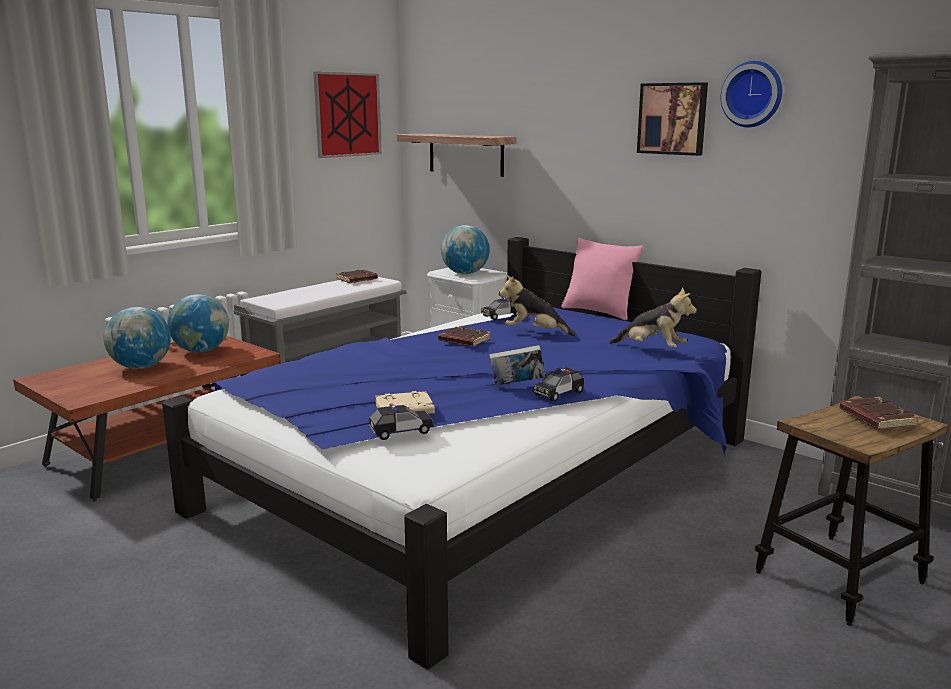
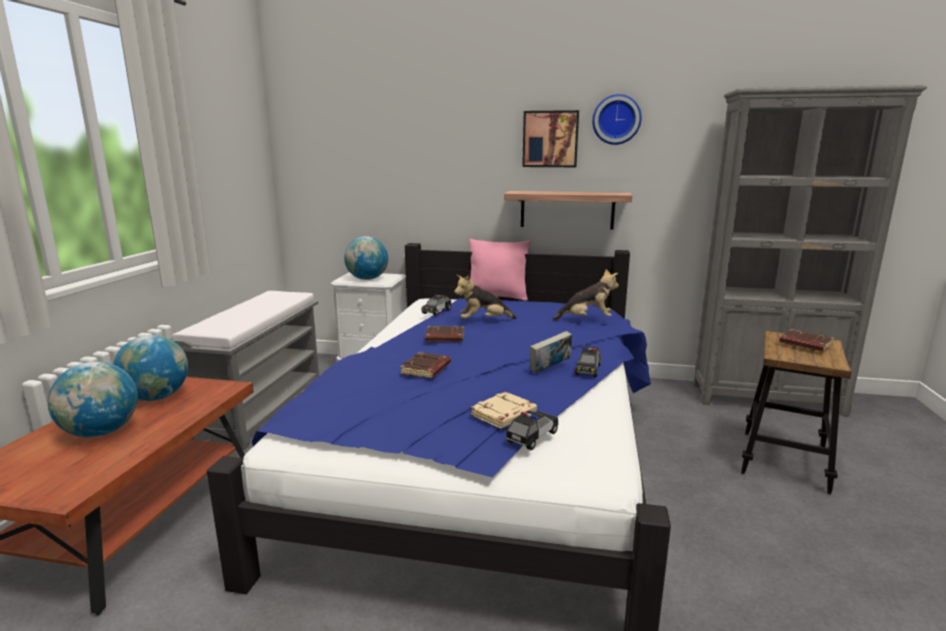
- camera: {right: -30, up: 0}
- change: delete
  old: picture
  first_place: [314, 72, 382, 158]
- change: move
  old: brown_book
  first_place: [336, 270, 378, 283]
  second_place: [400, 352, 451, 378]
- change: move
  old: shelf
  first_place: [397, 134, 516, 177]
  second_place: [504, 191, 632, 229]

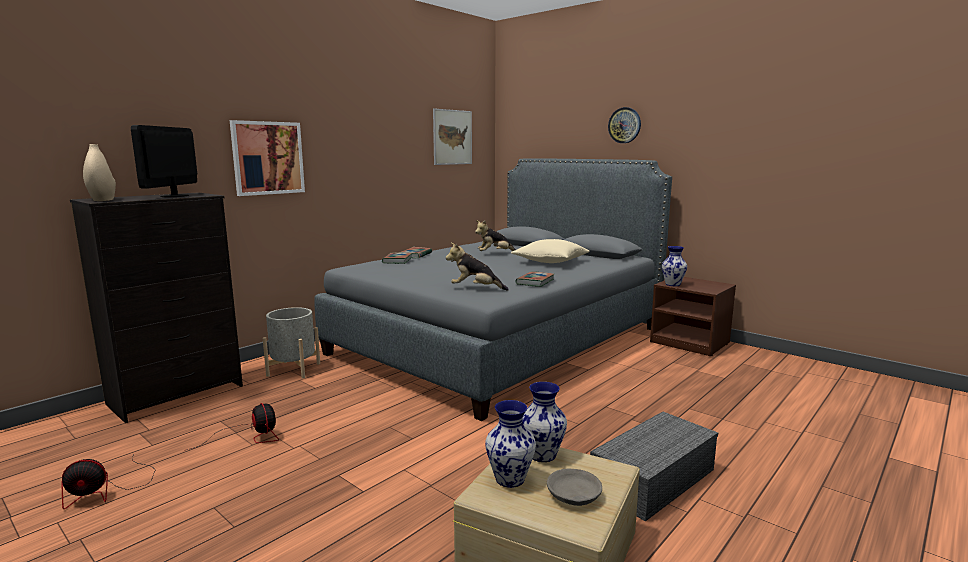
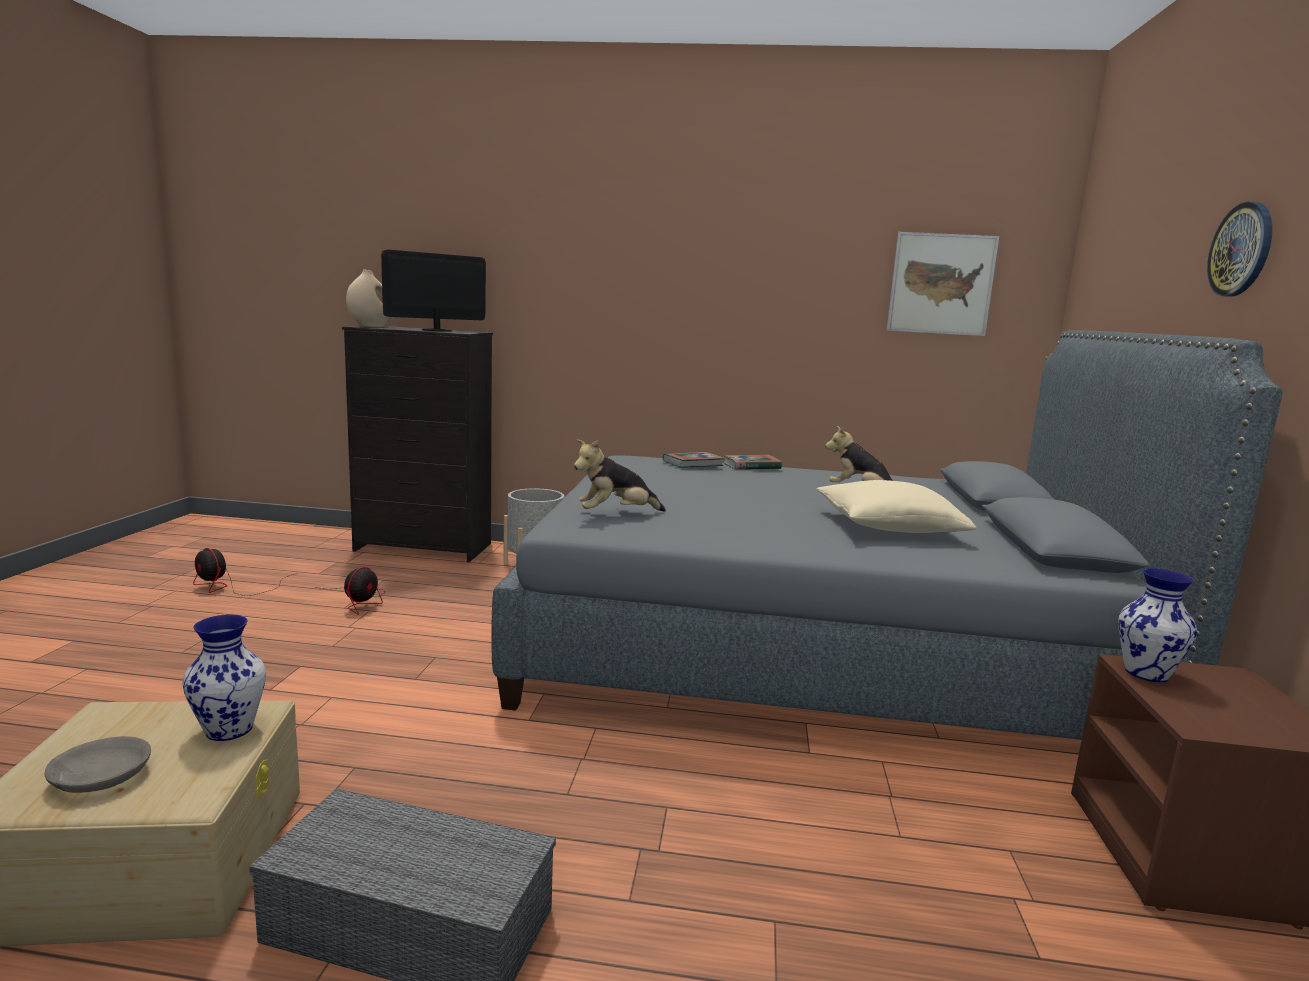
- camera: {right: 55, up: 0}
- change: delete
  old: picture
  first_place: [230, 120, 305, 196]
- change: rotate
  old: plush_toy
  first_place: [446, 243, 509, 291]
  second_place: [574, 439, 666, 512]
  degrees: -90
- change: delete
  old: vase
  first_place: [485, 400, 536, 488]
- change: delete
  old: book
  first_place: [515, 271, 554, 287]

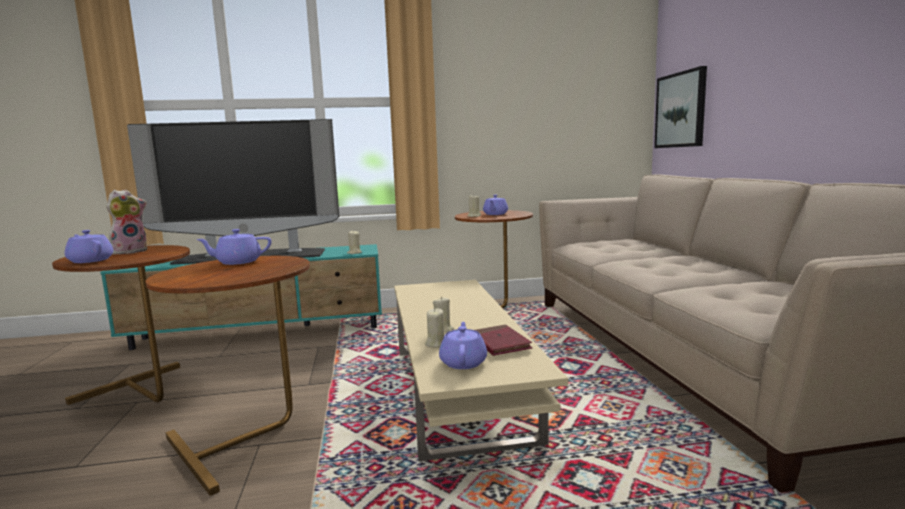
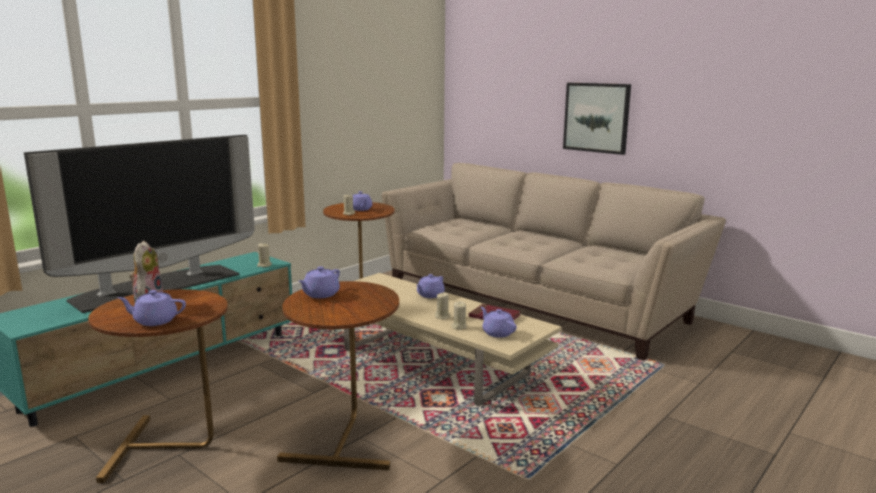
- camera: {right: -40, up: 5}
- change: move
  old: picture
  first_place: [654, 66, 707, 148]
  second_place: [563, 83, 631, 155]
- change: insert
  new: purple_teapot
  second_place: [417, 274, 445, 298]

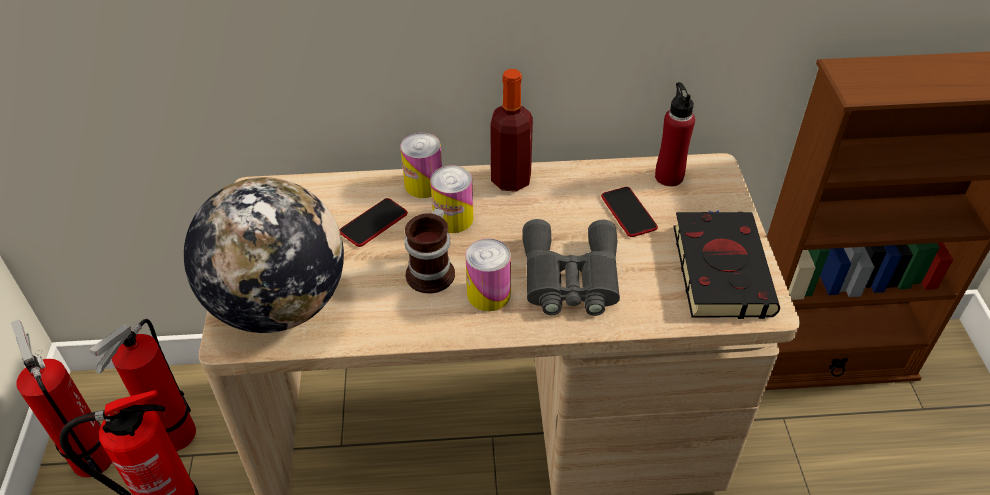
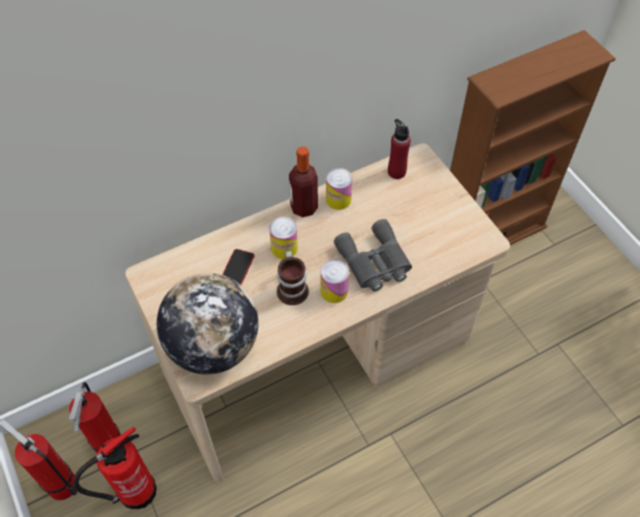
- camera: {right: -25, up: 10}
- change: move
  old: can
  first_place: [400, 133, 442, 198]
  second_place: [326, 168, 352, 210]
- change: delete
  old: phone
  first_place: [601, 187, 658, 237]
- change: delete
  old: black_book
  first_place: [673, 210, 780, 319]

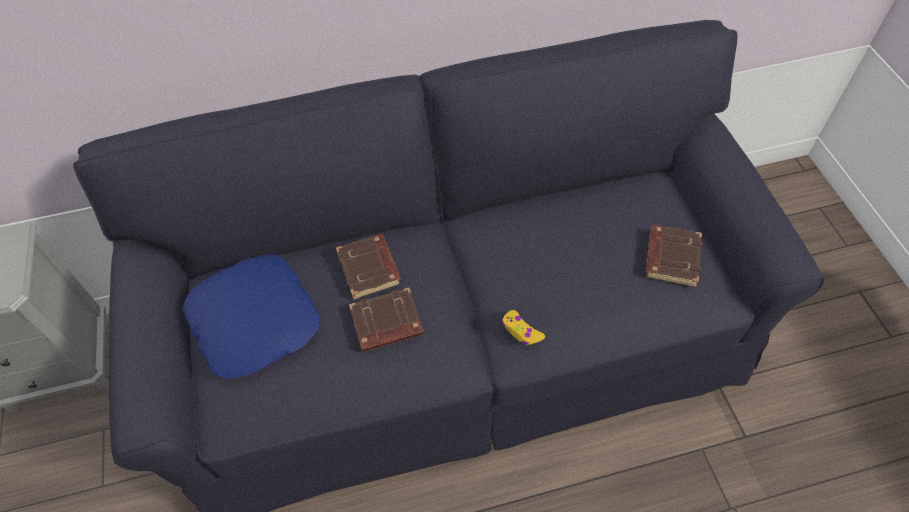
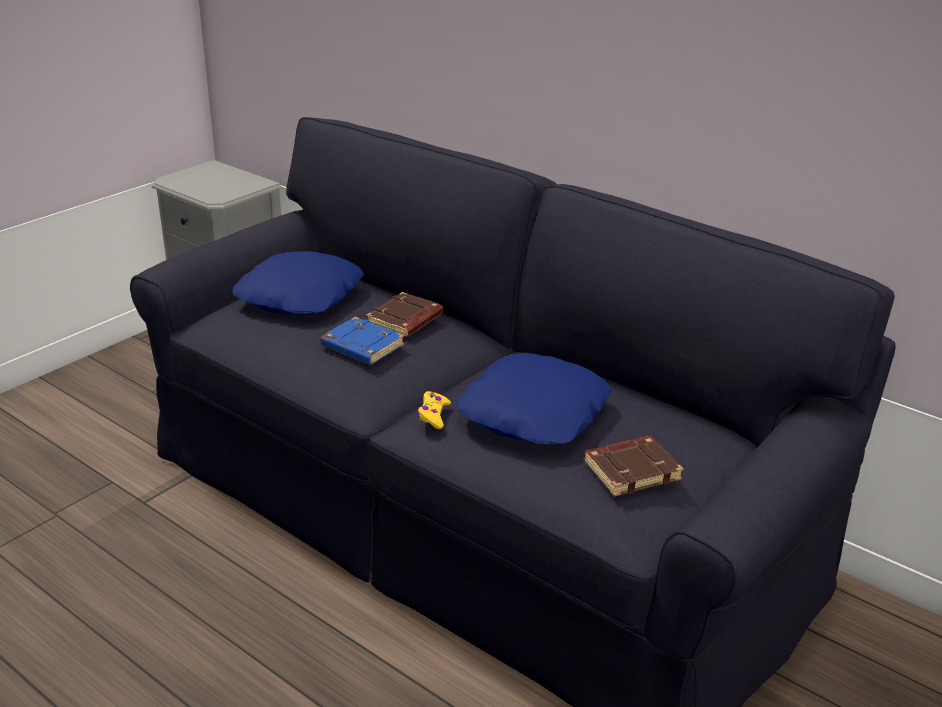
- camera: {right: 50, up: -25}
- change: recolor
  old: brown_book
  new: blue_book
  first_place: [349, 288, 424, 352]
  second_place: [320, 317, 404, 365]
- change: insert
  new: blue_pillow
  second_place: [457, 353, 612, 445]

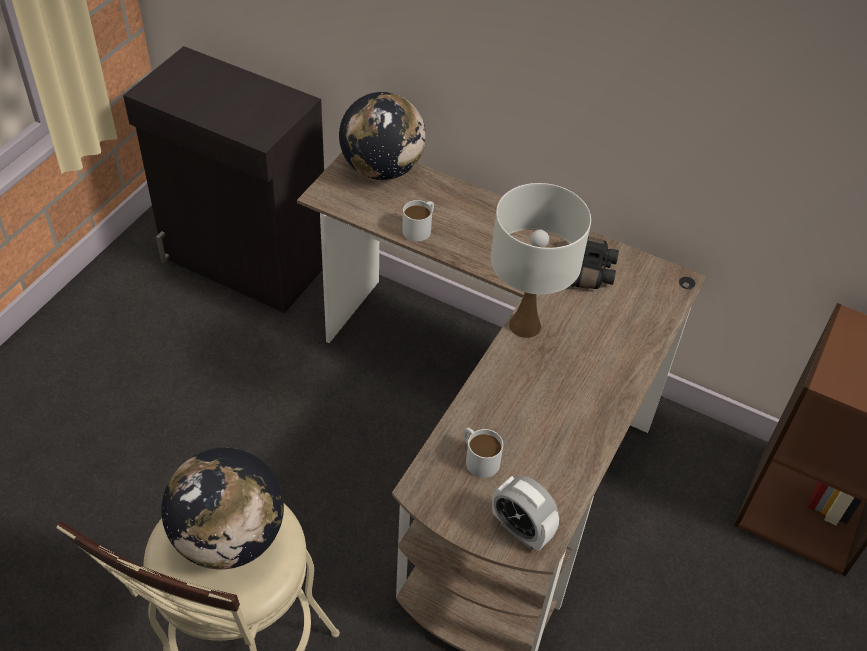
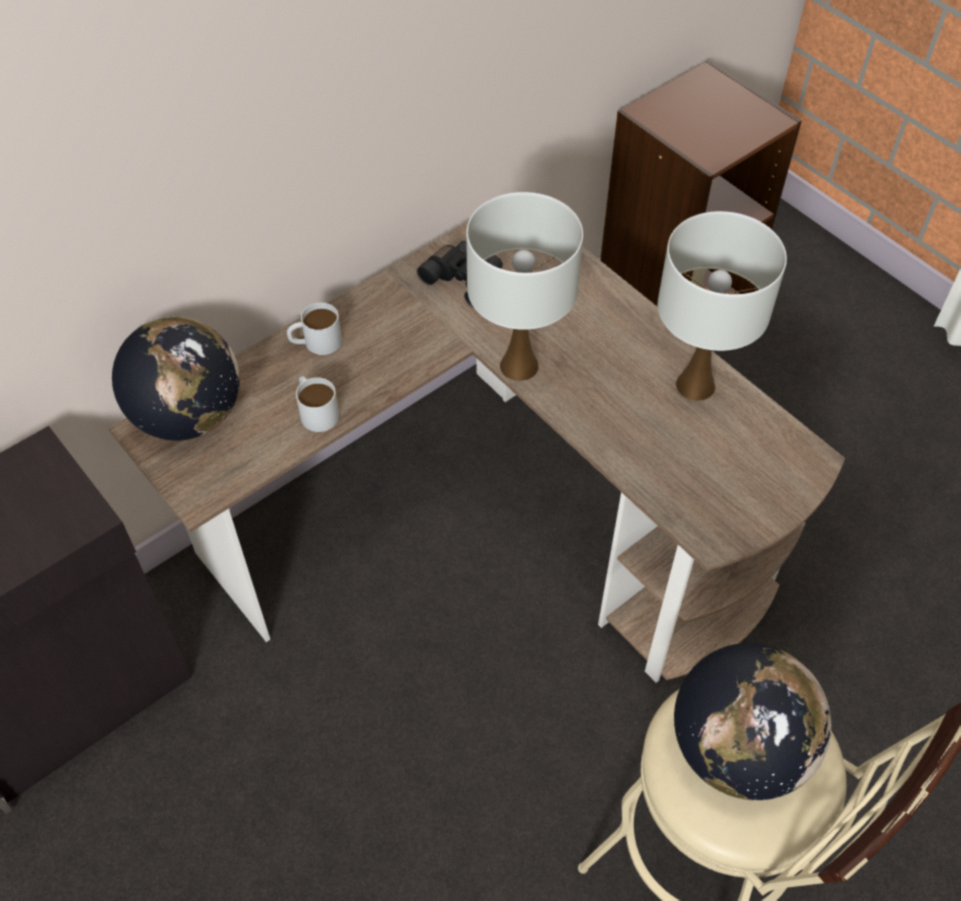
- camera: {right: -65, up: 5}
- change: move
  old: white_mug
  first_place: [463, 427, 503, 478]
  second_place: [287, 303, 342, 355]
- change: delete
  old: alarm_clock
  first_place: [492, 476, 559, 551]
- change: insert
  new: white_table_lamp
  second_place: [658, 211, 787, 401]

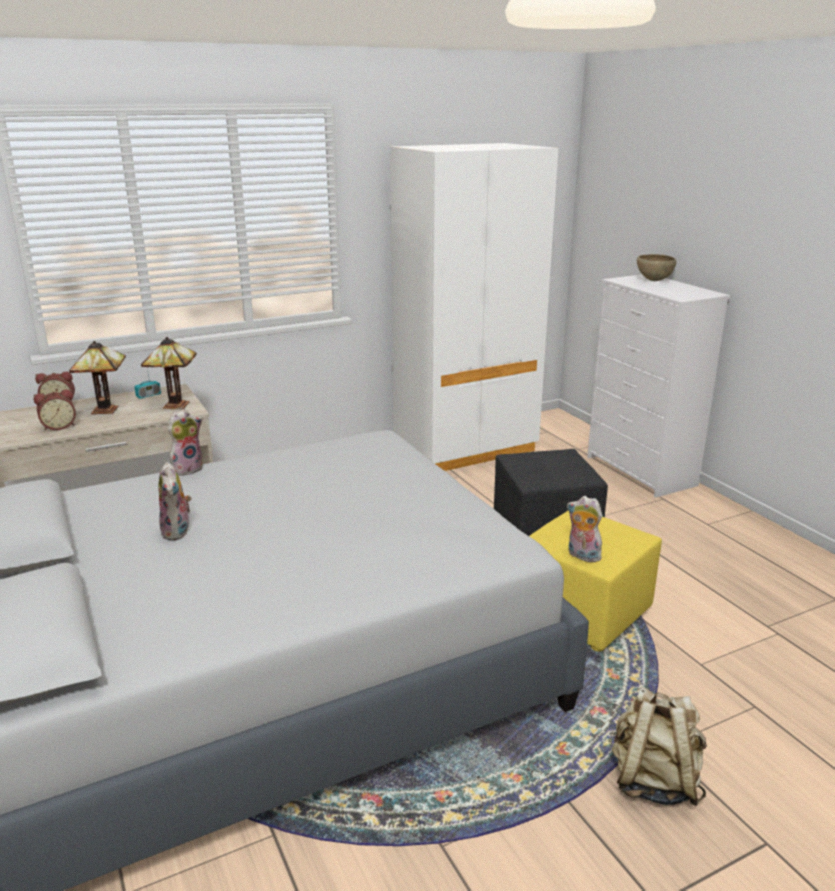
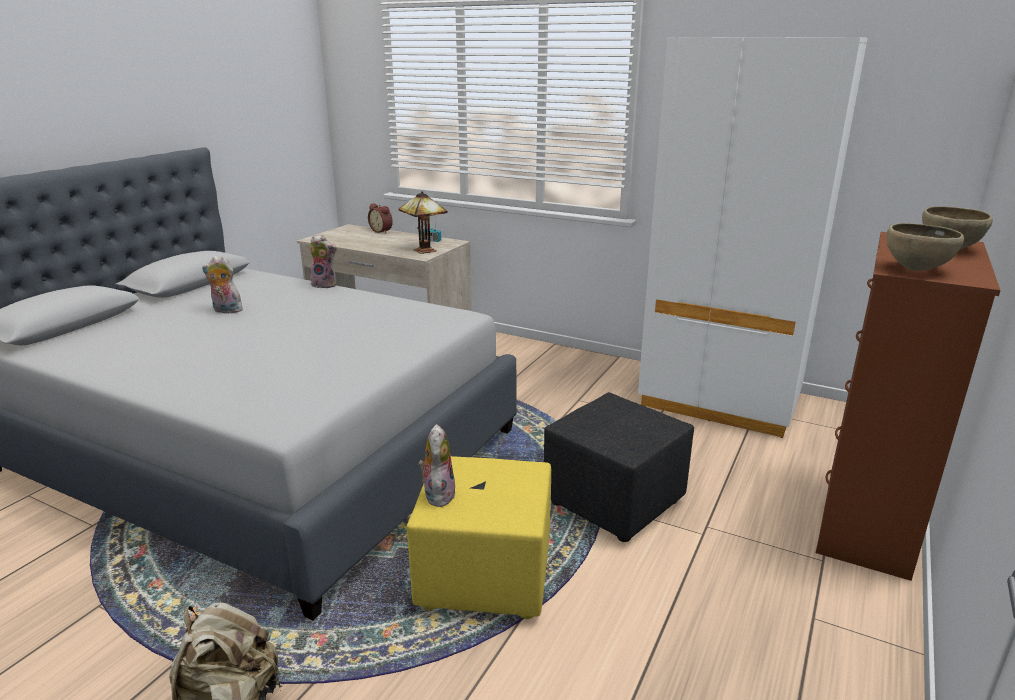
- camera: {right: 55, up: 0}
- change: delete
  old: alarm_clock
  first_place: [34, 389, 76, 431]
- change: delete
  old: table_lamp
  first_place: [69, 341, 126, 414]
- change: rotate
  old: plush_toy
  first_place: [158, 462, 192, 540]
  second_place: [202, 256, 243, 313]
  degrees: 60
- change: recolor
  old: white_dresser
  new: brown_dresser
  first_place: [587, 274, 730, 498]
  second_place: [816, 232, 1001, 581]
- change: insert
  new: brown_bowl
  second_place: [887, 223, 964, 271]

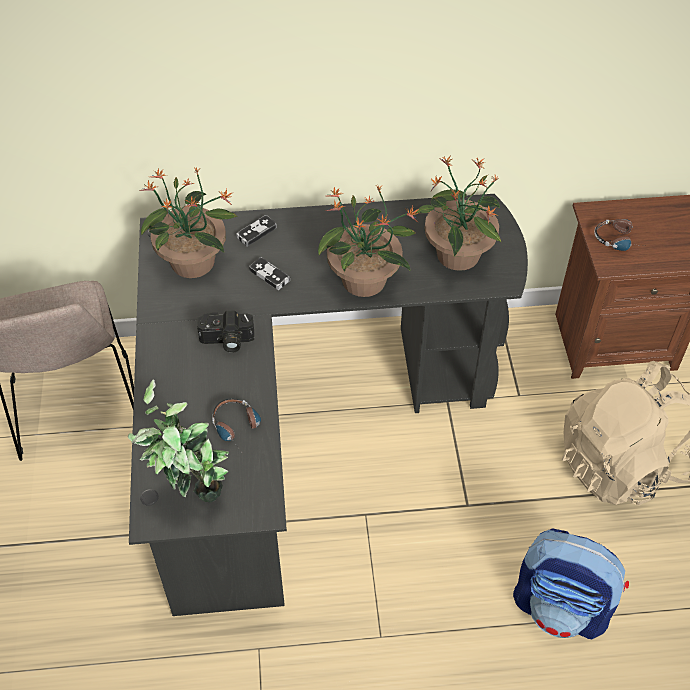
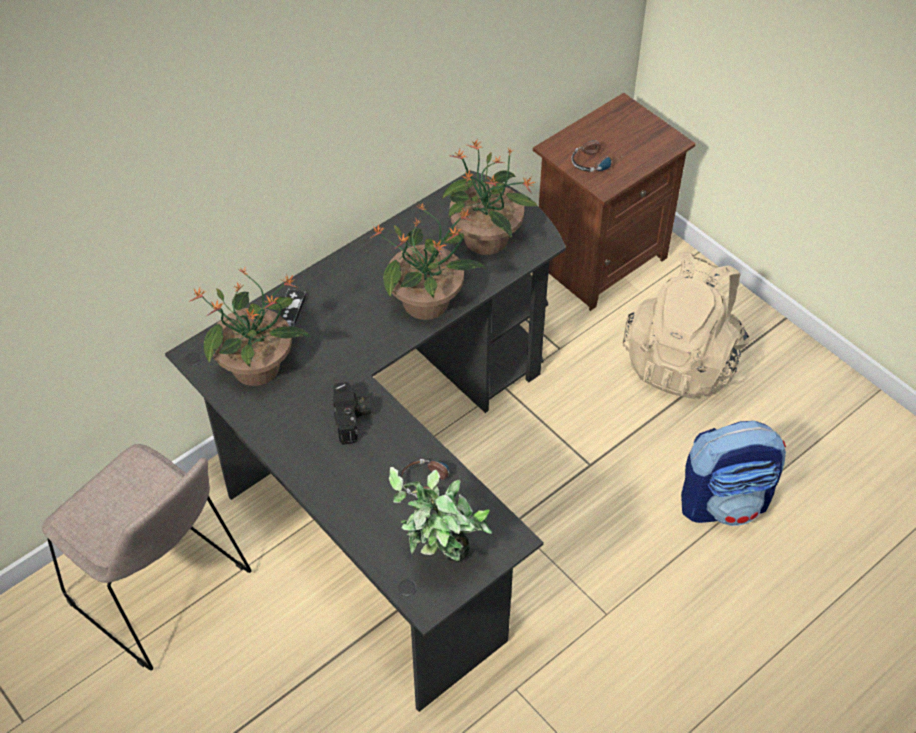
- camera: {right: -35, up: 0}
- change: rotate
  old: photo_camera
  first_place: [197, 310, 254, 353]
  second_place: [333, 382, 371, 445]
  degrees: -60
- change: delete
  old: game_controller
  first_place: [249, 257, 290, 290]

